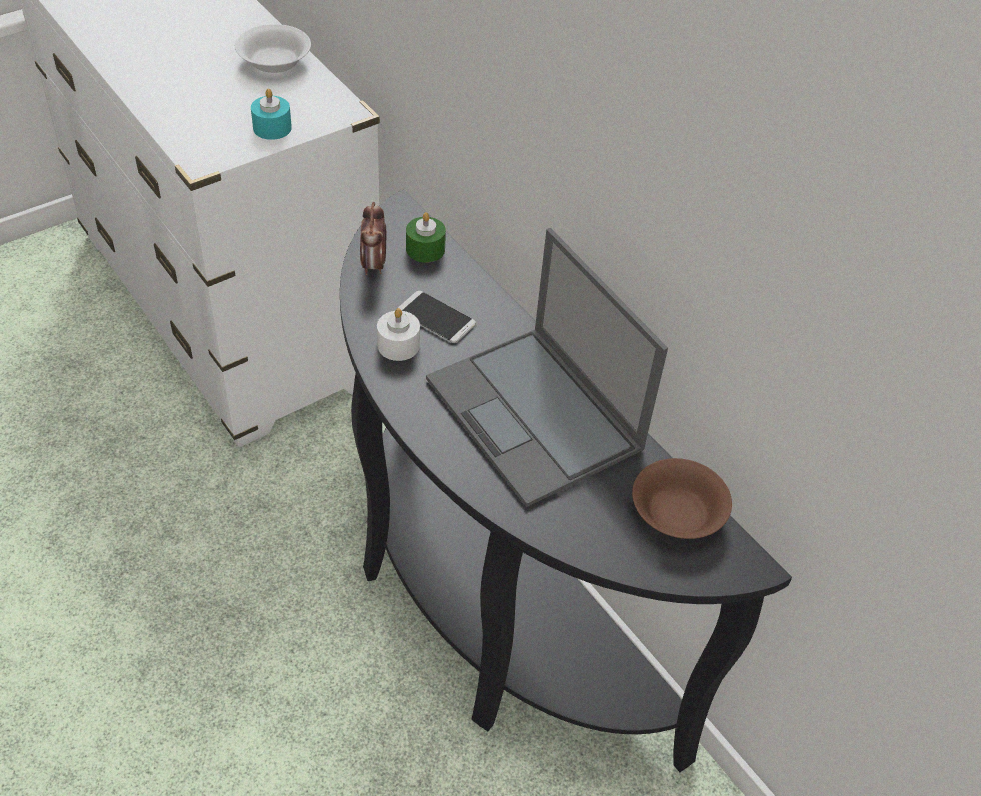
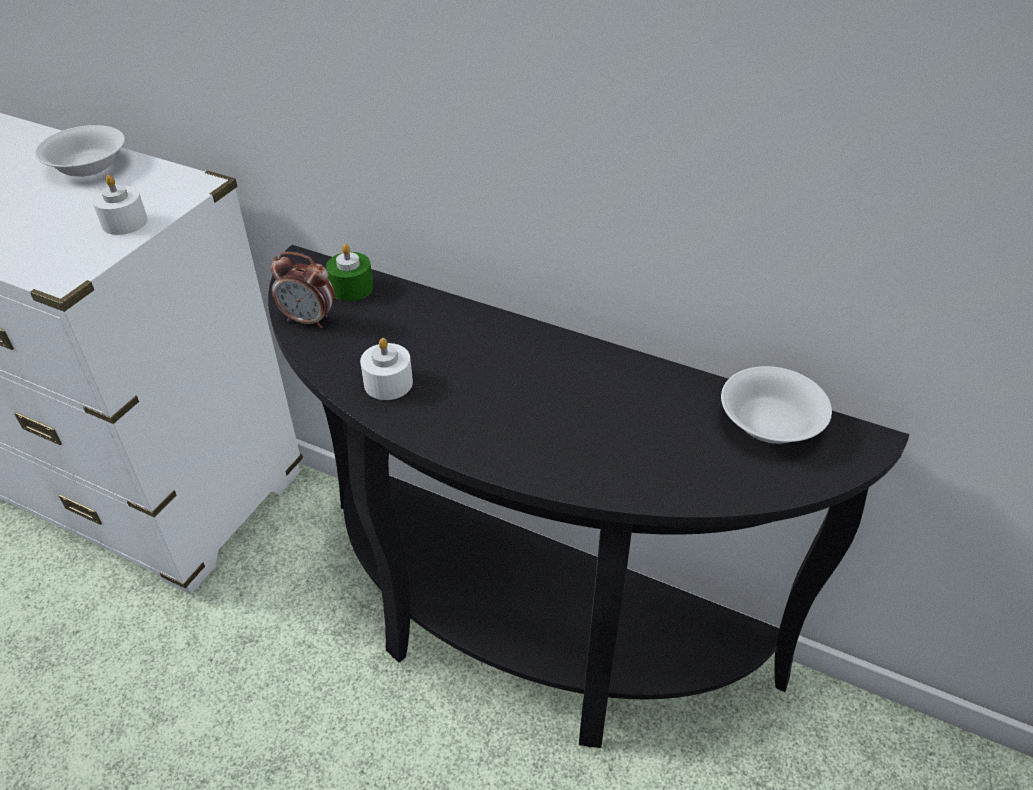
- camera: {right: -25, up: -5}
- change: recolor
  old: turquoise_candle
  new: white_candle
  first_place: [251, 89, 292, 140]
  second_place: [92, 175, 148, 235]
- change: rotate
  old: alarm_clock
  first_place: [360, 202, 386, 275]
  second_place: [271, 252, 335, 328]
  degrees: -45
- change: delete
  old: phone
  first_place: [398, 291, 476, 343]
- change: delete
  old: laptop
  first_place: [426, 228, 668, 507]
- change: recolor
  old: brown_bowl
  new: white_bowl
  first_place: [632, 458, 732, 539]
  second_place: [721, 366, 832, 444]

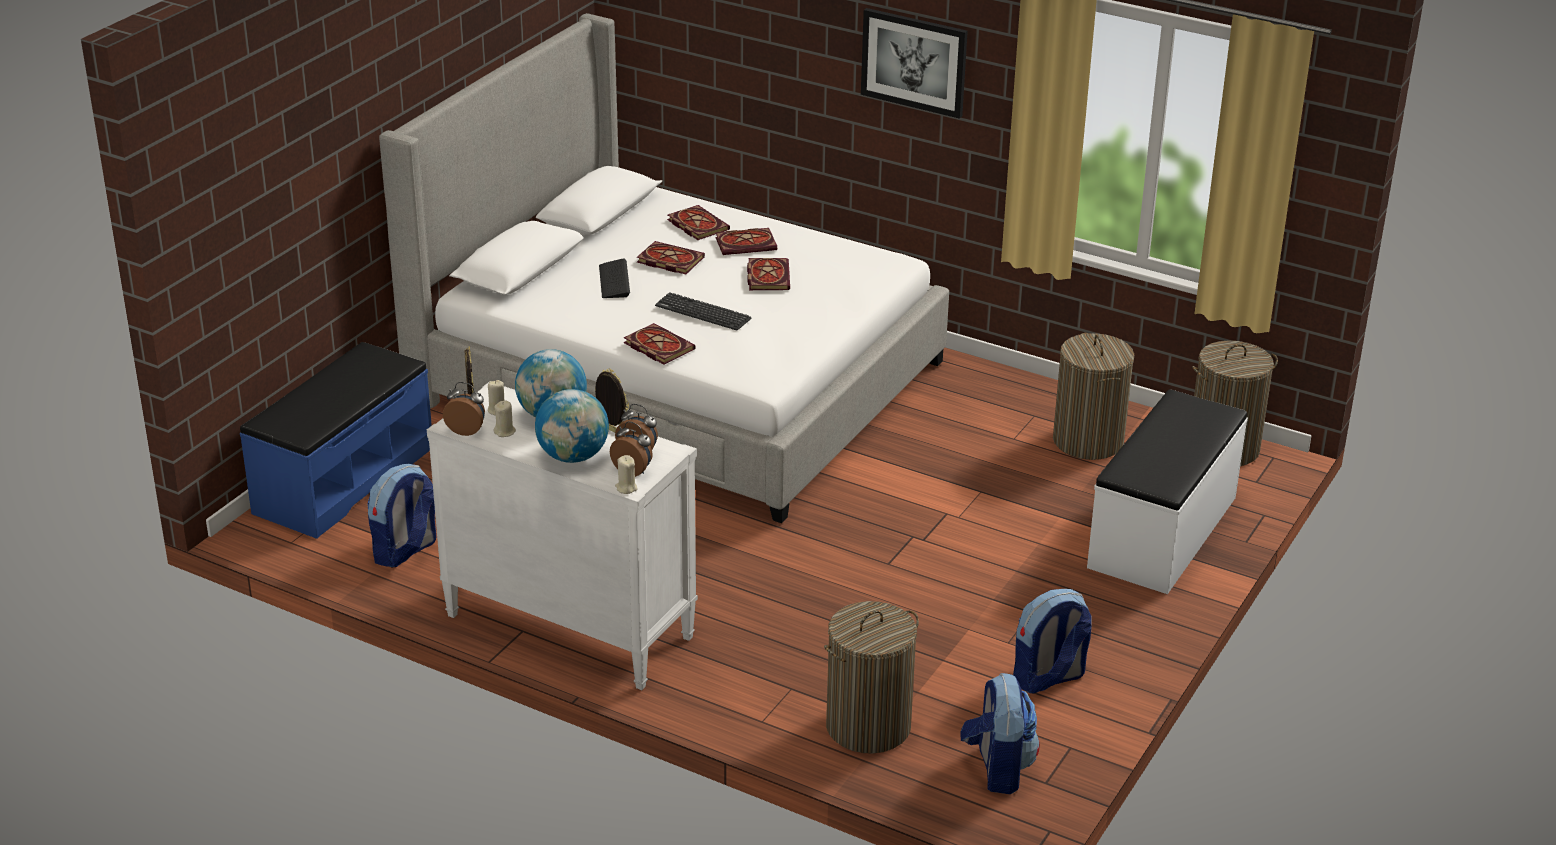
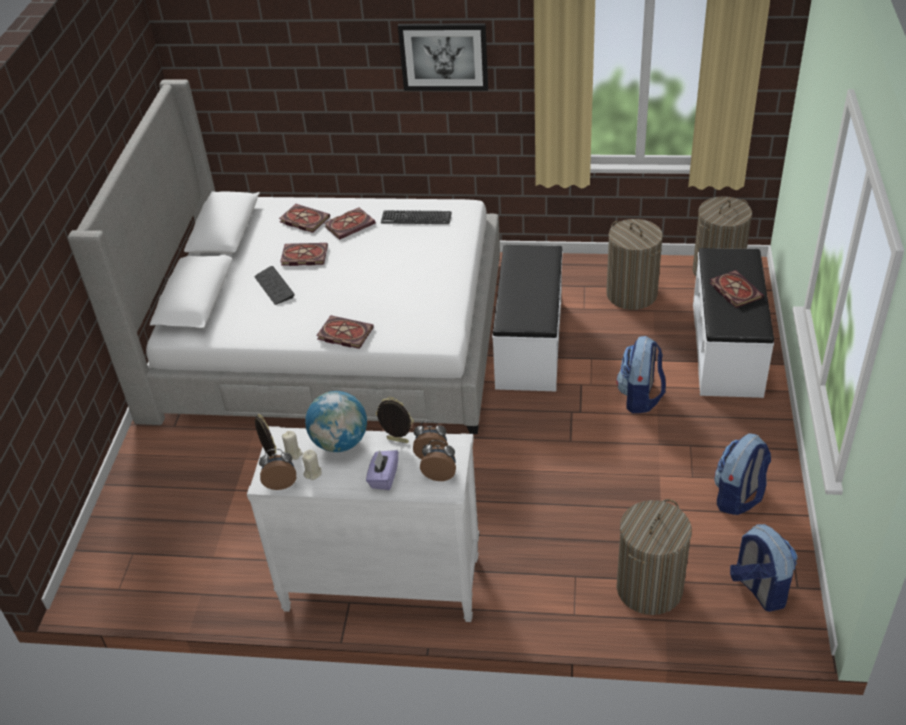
- camera: {right: -20, up: 10}
- change: delete
  old: blue_bench
  first_place: [240, 342, 432, 539]
- change: move
  old: backpack
  first_place: [367, 464, 436, 568]
  second_place: [616, 336, 666, 413]
- change: replace
  old: globe
  new: purple_tissue_box
  first_place: [535, 389, 609, 463]
  second_place: [366, 450, 398, 490]
- change: delete
  old: beige_candle
  first_place: [615, 455, 638, 494]
- change: move
  old: keyboard
  first_place: [655, 292, 751, 330]
  second_place: [381, 210, 452, 224]
- change: move
  old: book
  first_place: [747, 258, 790, 290]
  second_place: [710, 270, 764, 308]
- change: insert
  new: white_bench
  second_place: [492, 245, 563, 391]

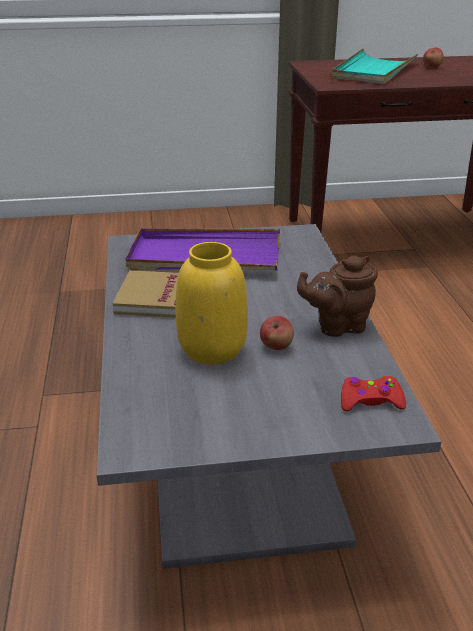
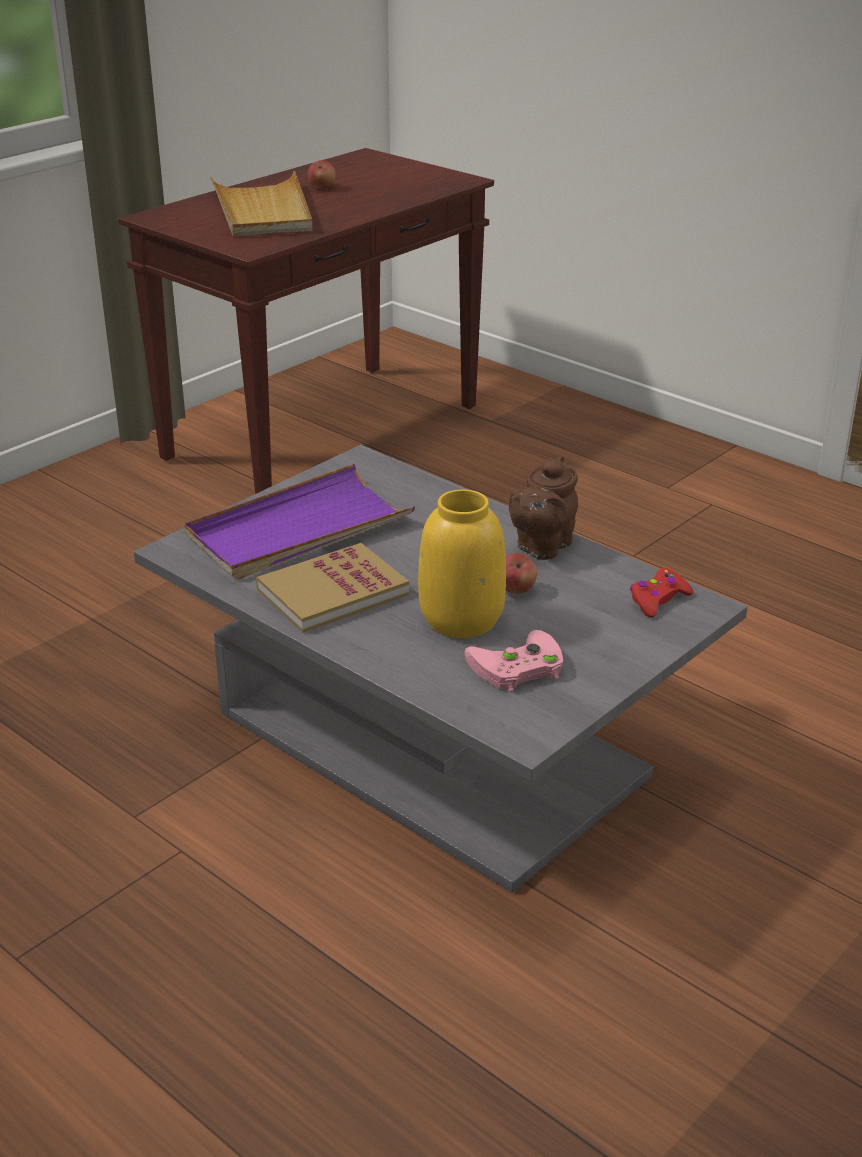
- camera: {right: -40, up: 0}
- change: recolor
  old: turquoise_tray
  new: beige_tray
  first_place: [331, 48, 419, 84]
  second_place: [210, 171, 313, 237]
- change: insert
  new: pink_game_controller
  second_place: [464, 630, 563, 692]

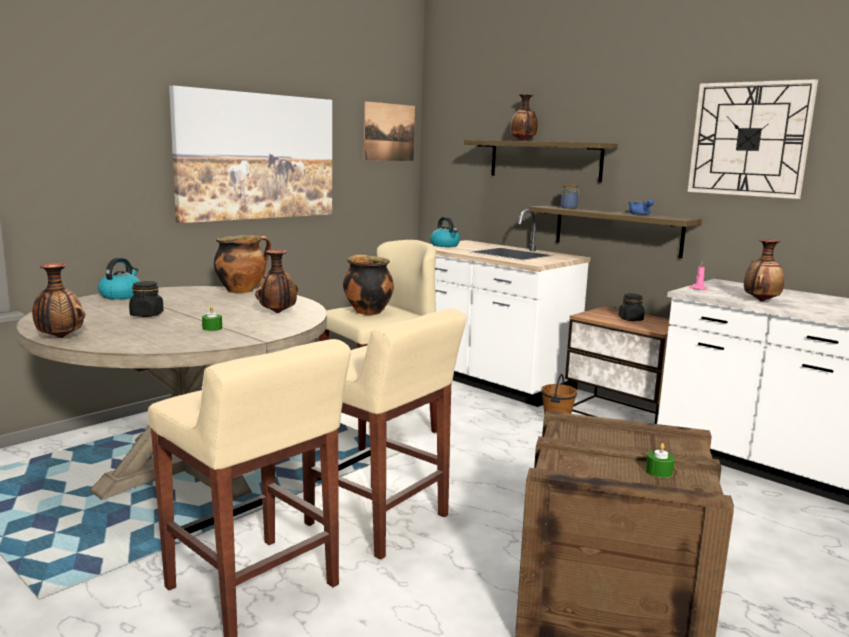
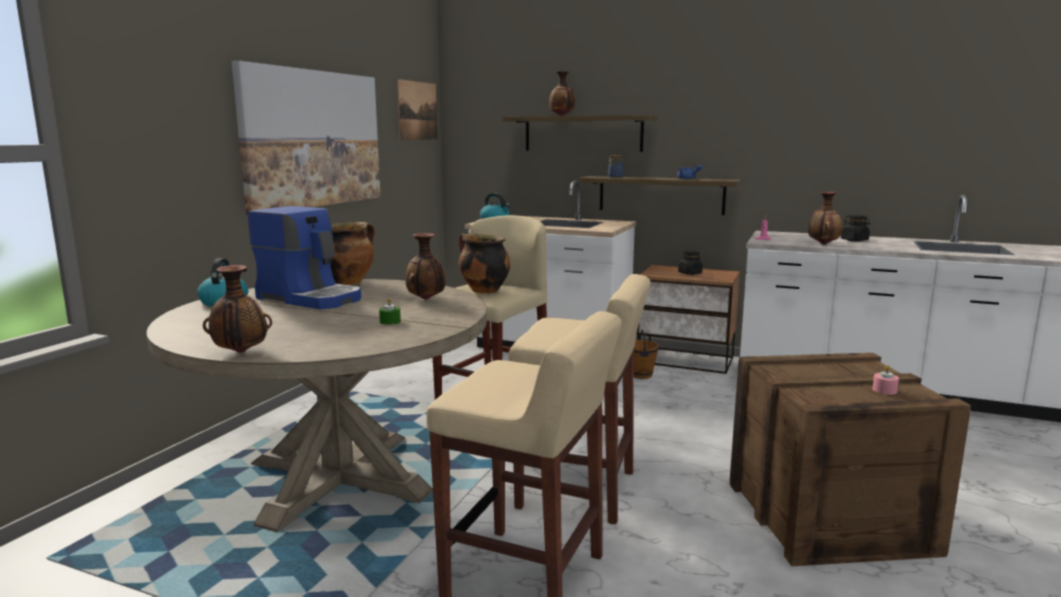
- camera: {right: -20, up: 0}
- change: move
  old: black_jar
  first_place: [129, 281, 164, 317]
  second_place: [841, 215, 870, 241]
- change: recolor
  old: green_candle
  new: pink_candle
  first_place: [646, 443, 675, 478]
  second_place: [873, 365, 899, 395]
- change: delete
  old: wall_clock
  first_place: [688, 79, 818, 199]
- change: insert
  new: coffee_machine
  second_place: [248, 206, 361, 309]

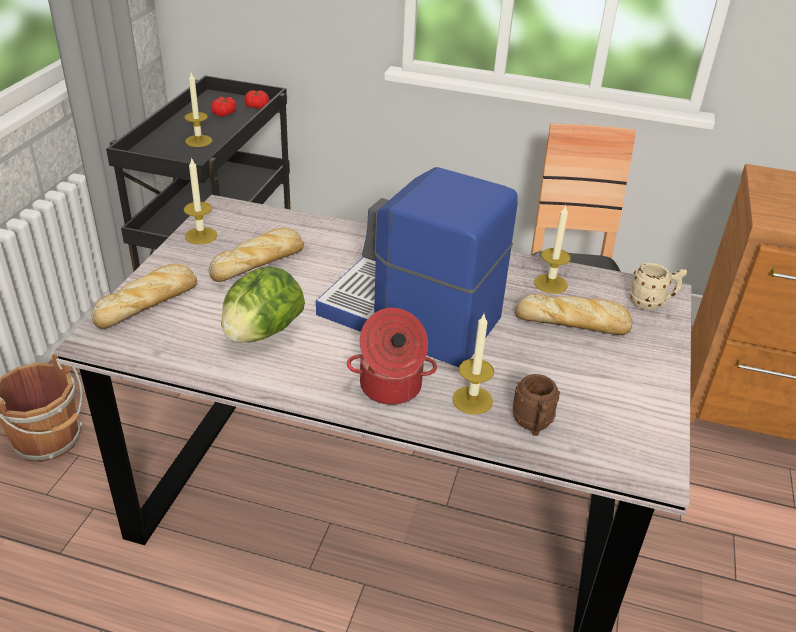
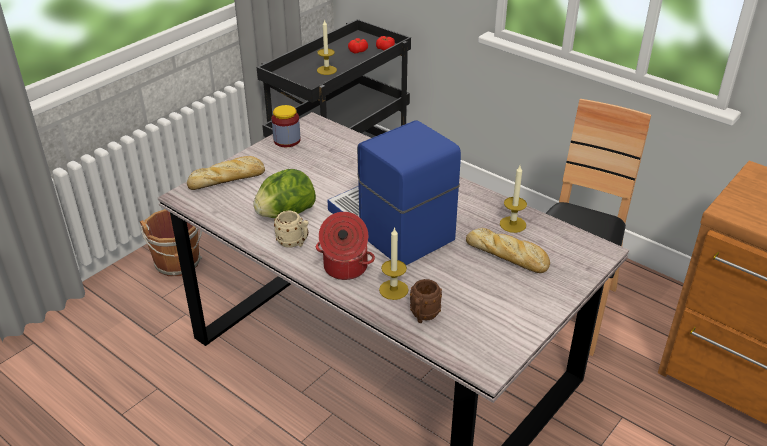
- camera: {right: 25, up: 0}
- change: replace
  old: candle
  new: jar
  first_place: [184, 157, 217, 244]
  second_place: [272, 105, 301, 147]
- change: delete
  old: bread
  first_place: [209, 228, 304, 282]
- change: move
  old: beige_mug
  first_place: [630, 263, 687, 310]
  second_place: [274, 211, 309, 248]

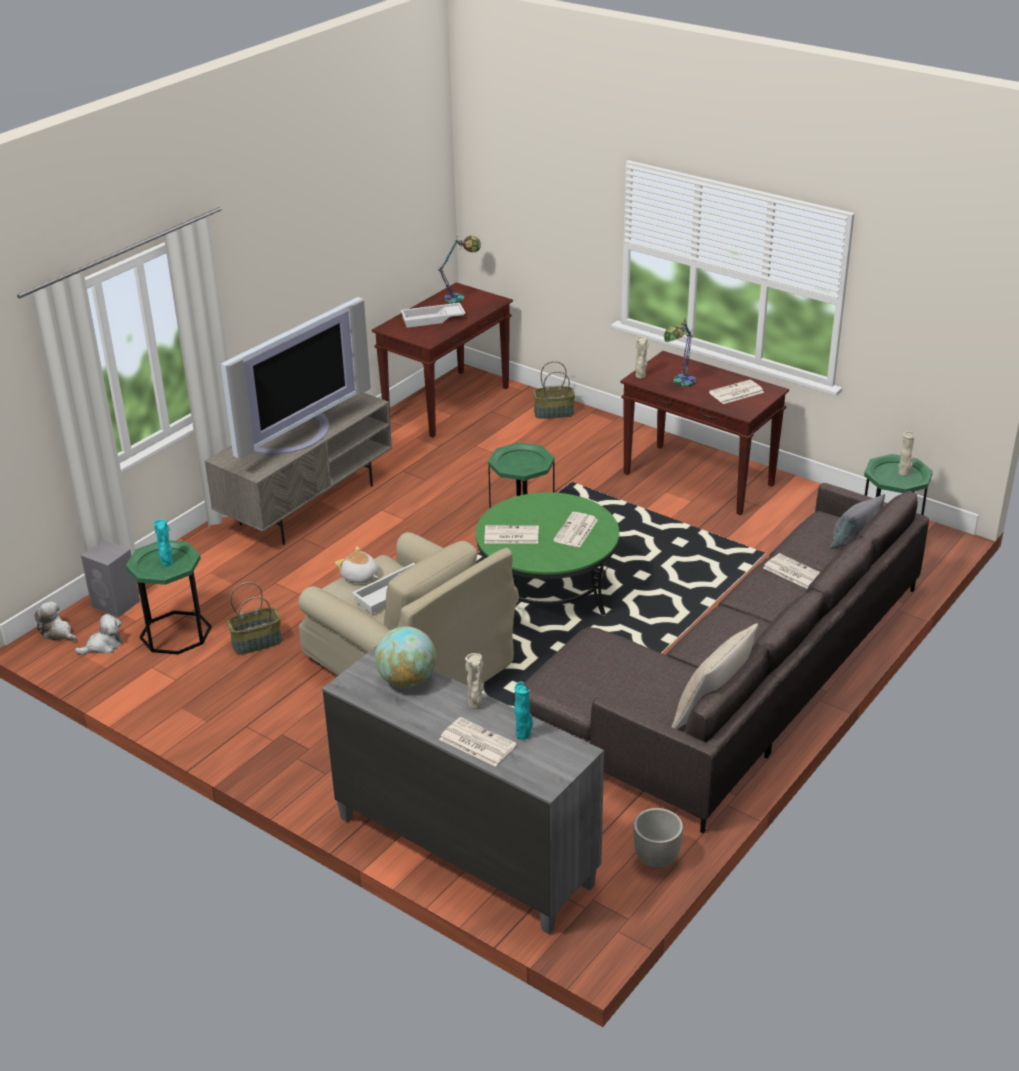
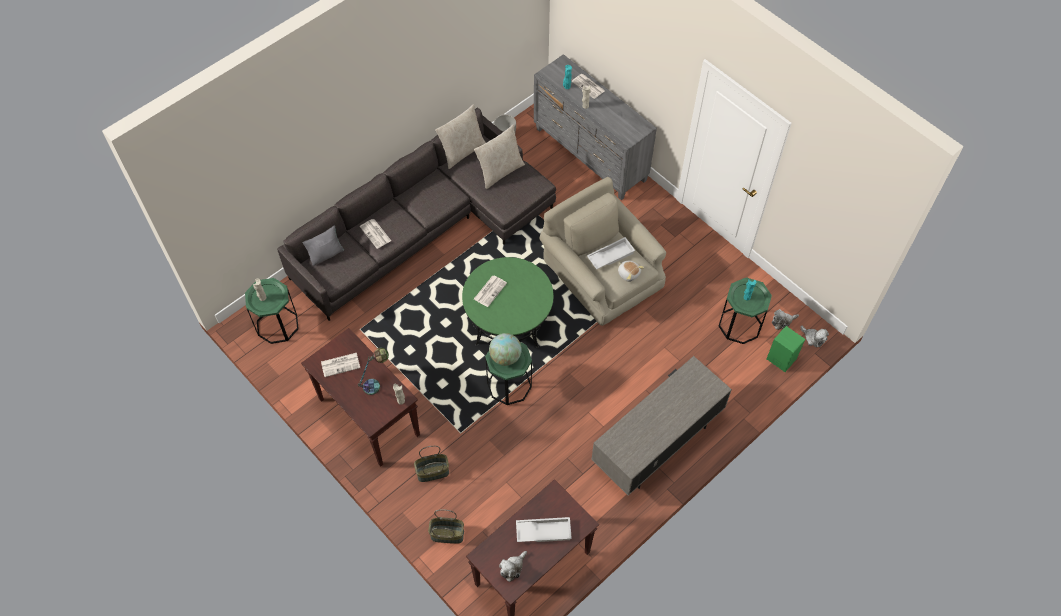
- camera: {right: -170, up: 25}
- change: recolor
  old: grey_speaker
  new: green_speaker
  first_place: [81, 540, 140, 618]
  second_place: [767, 326, 805, 372]
- change: delete
  old: television
  first_place: [221, 297, 371, 459]
- change: move
  old: basket
  first_place: [227, 582, 282, 655]
  second_place: [414, 446, 449, 482]
- change: move
  old: globe
  first_place: [375, 627, 436, 688]
  second_place: [489, 333, 522, 366]
- change: replace
  old: table_lamp
  new: plush_toy
  first_place: [437, 236, 481, 304]
  second_place: [499, 551, 527, 582]
- change: delete
  old: newspaper
  first_place: [484, 525, 539, 543]
- change: insert
  new: beige_pillow
  second_place: [474, 125, 525, 189]

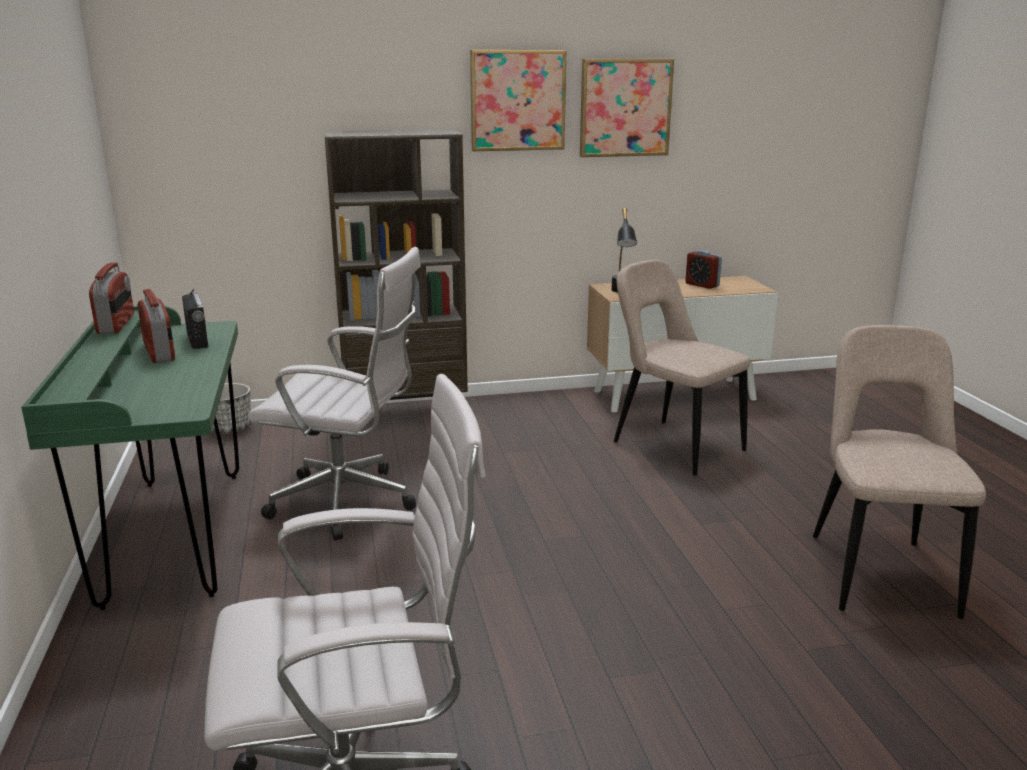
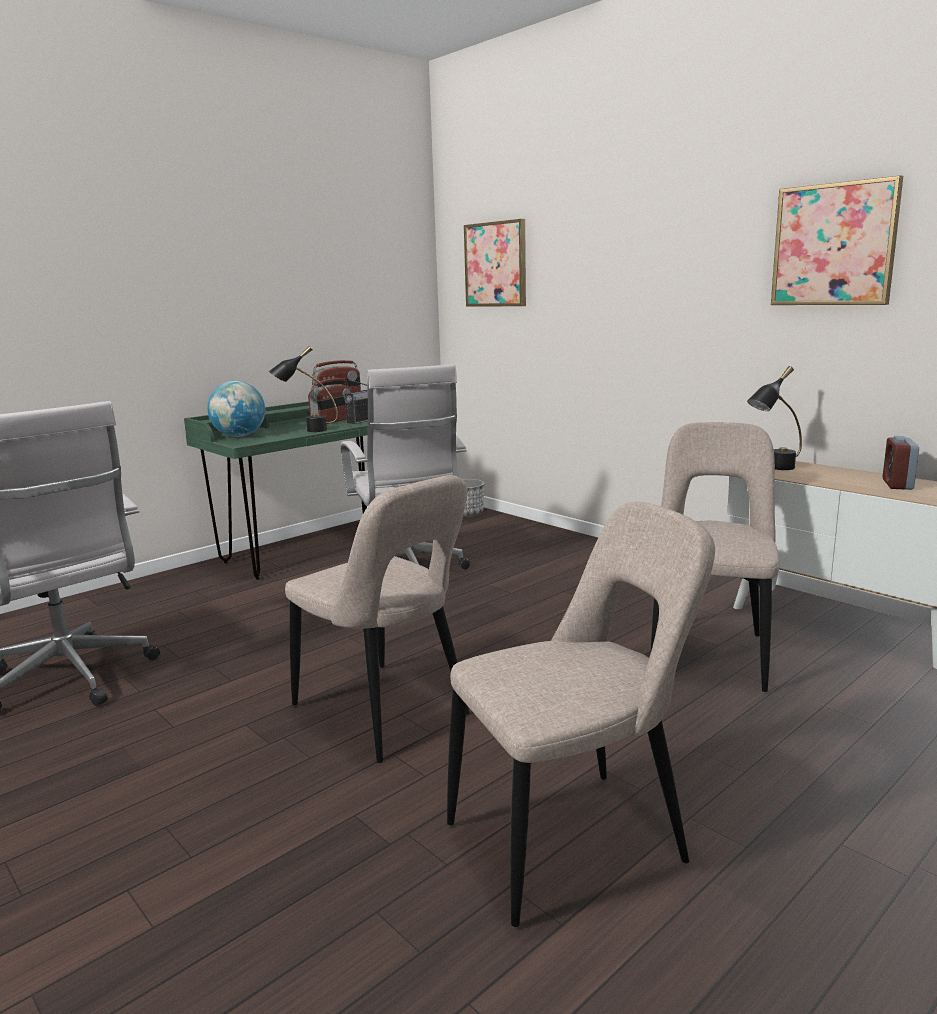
- camera: {right: 60, up: -5}
- change: delete
  old: brown_bookcase
  first_place: [324, 129, 468, 400]
- change: move
  old: picture
  first_place: [470, 50, 567, 151]
  second_place: [464, 219, 526, 306]
- change: insert
  new: globe
  second_place: [207, 381, 265, 437]
- change: insert
  new: black_table_lamp
  second_place: [269, 346, 338, 432]
- change: insert
  new: beige_chair
  second_place: [285, 475, 470, 763]

